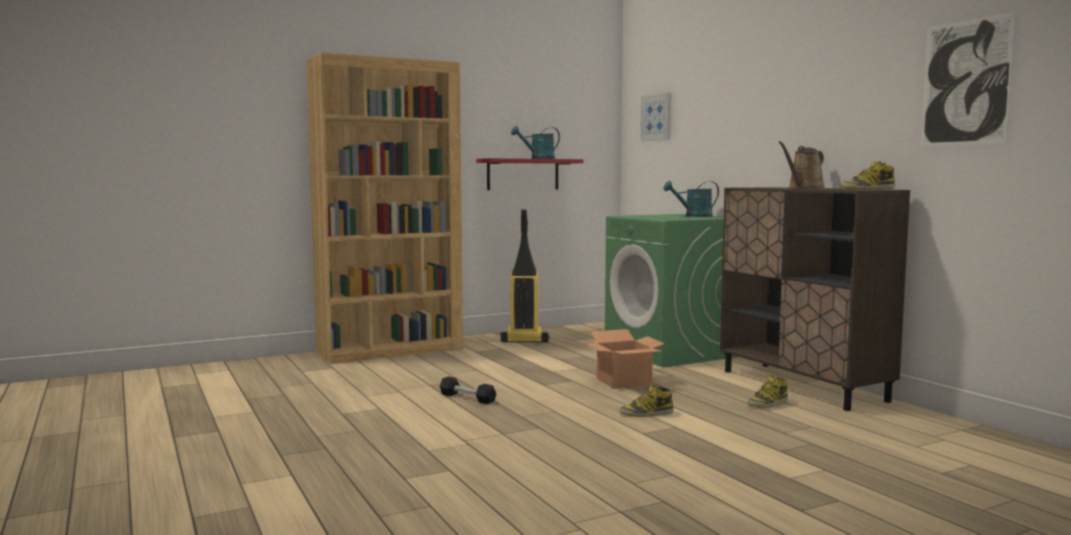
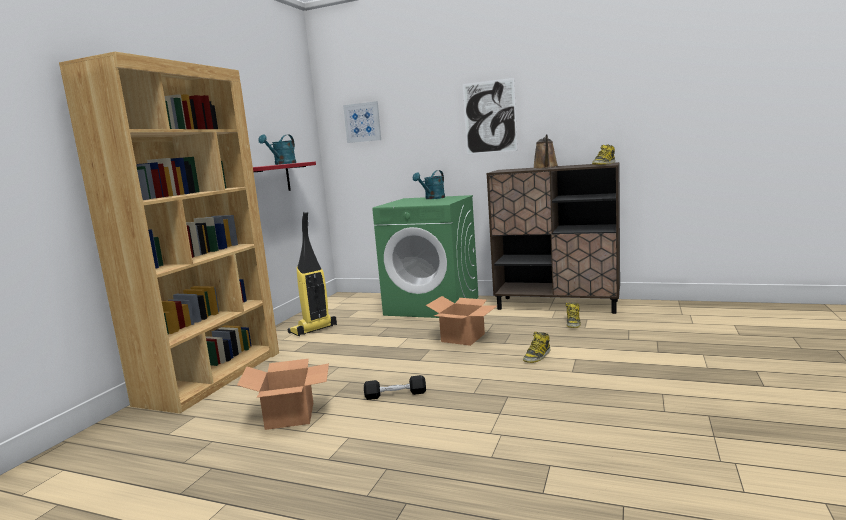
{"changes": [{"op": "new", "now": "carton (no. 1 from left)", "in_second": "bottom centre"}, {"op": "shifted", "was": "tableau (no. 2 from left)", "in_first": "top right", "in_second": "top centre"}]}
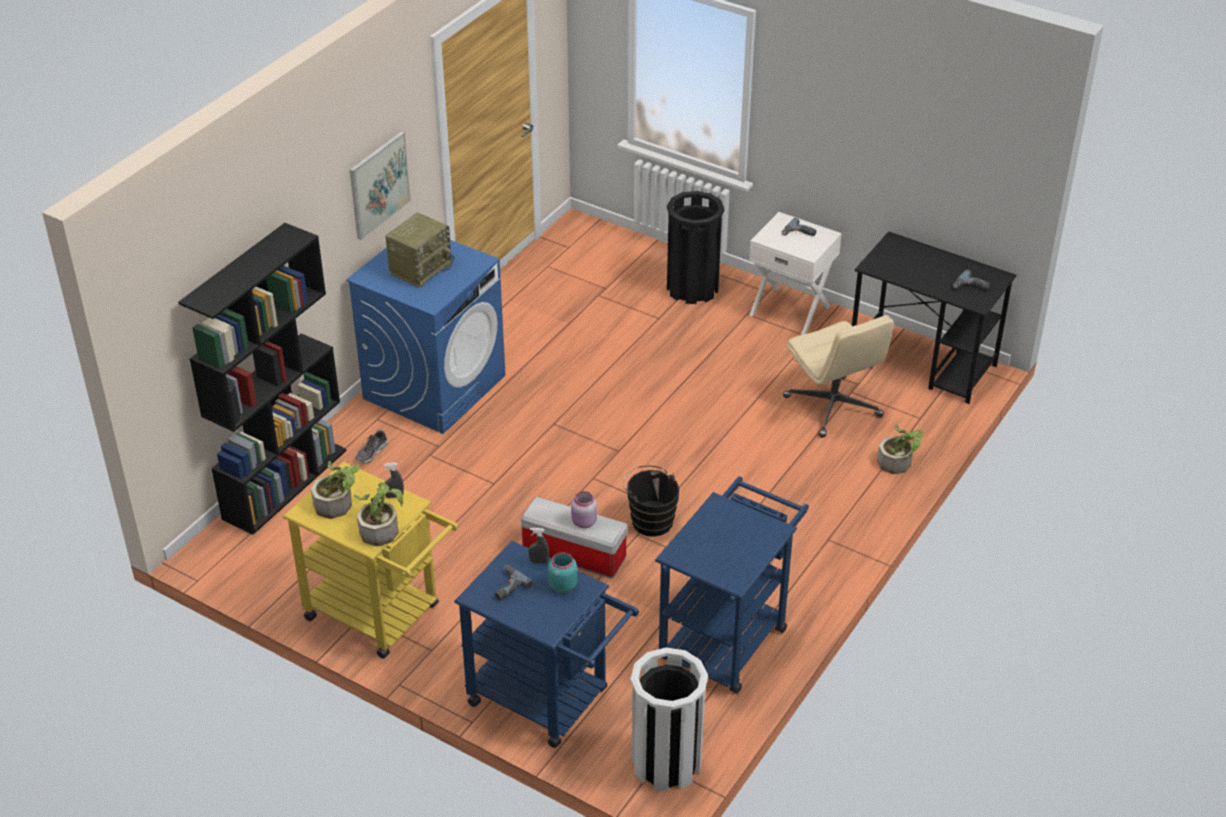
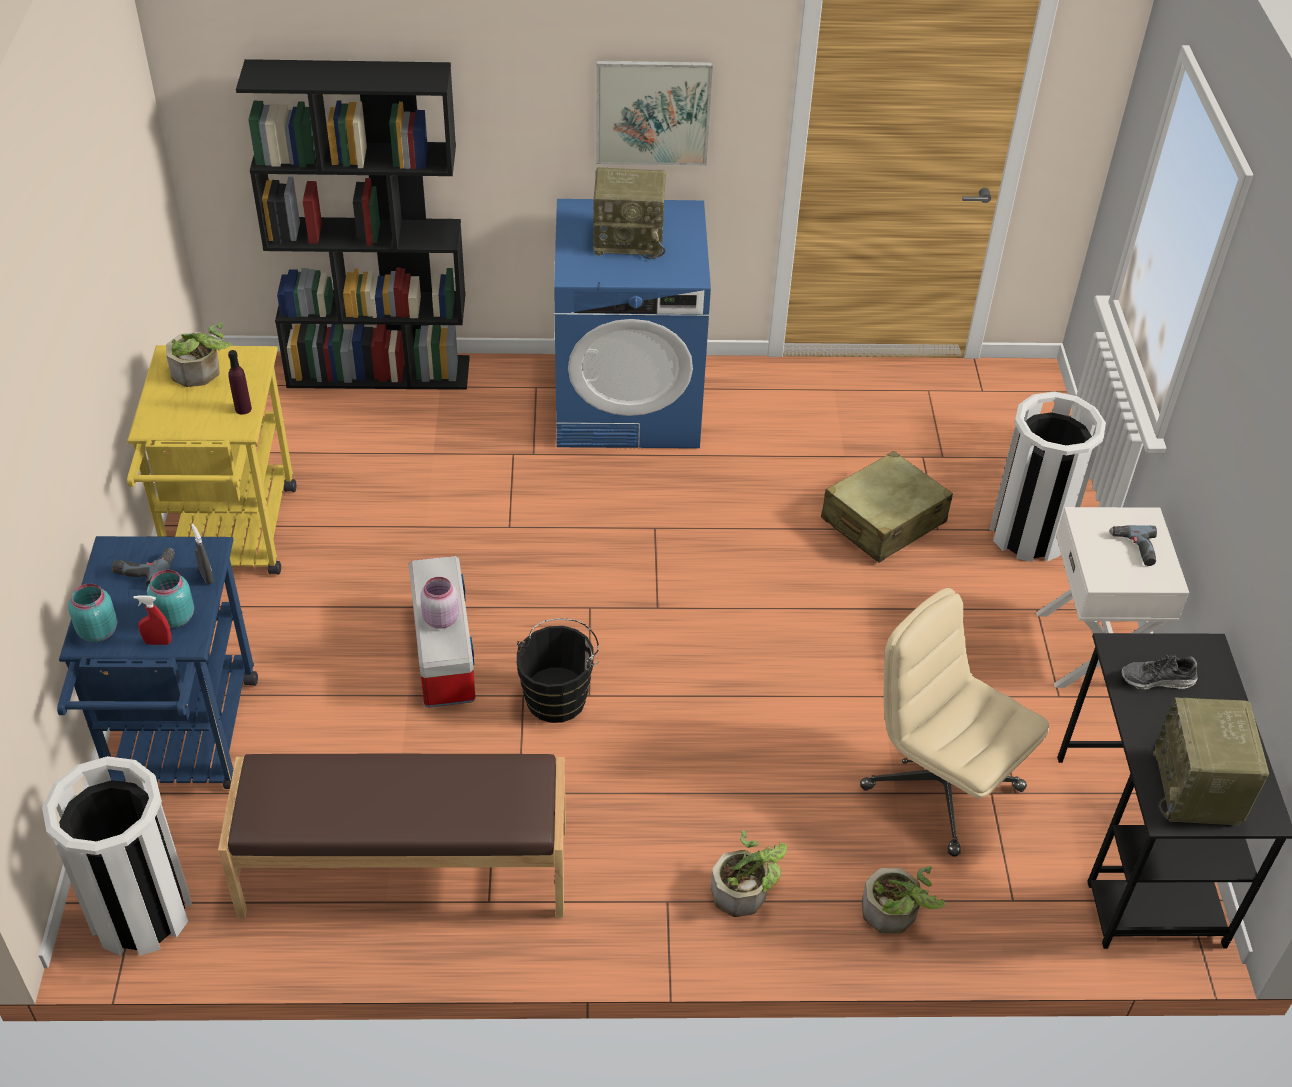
{"changes": [{"op": "new", "now": "bocal [turquoise] (no. 1 from left)", "in_second": "middle left"}, {"op": "new", "now": "vaporisateur [rouge]", "in_second": "middle left"}, {"op": "new", "now": "valise [beige]", "in_second": "middle right"}, {"op": "shifted", "was": "plante en pot (no. 2 from left)", "in_first": "middle left", "in_second": "bottom centre"}, {"op": "shifted", "was": "chaussure", "in_first": "middle left", "in_second": "middle right"}, {"op": "swapped", "was": "vaporisateur [gris] (no. 1 from left)", "now": "bouteille [violet]", "in_first": "middle left", "in_second": "middle left"}, {"op": "swapped", "was": "chariot [bleu] (no. 2 from left)", "now": "banc [marron]", "in_first": "bottom centre", "in_second": "bottom left"}, {"op": "swapped", "was": "perceuse (no. 3 from left)", "now": "radio (no. 2 from left)", "in_first": "middle right", "in_second": "bottom right"}, {"op": "repainted", "was": "poubelle [noir]", "now": "poubelle [blanc] (no. 2 from left)", "in_first": "top centre", "in_second": "middle right"}, {"op": "rotated", "was": "chaise de bureau [beige]", "in_first": "middle right", "in_second": "middle right", "clockwise": 105}]}
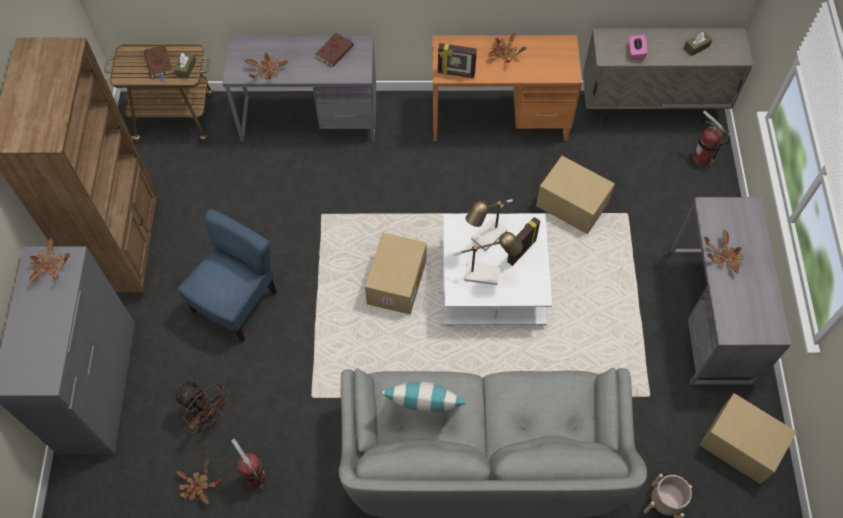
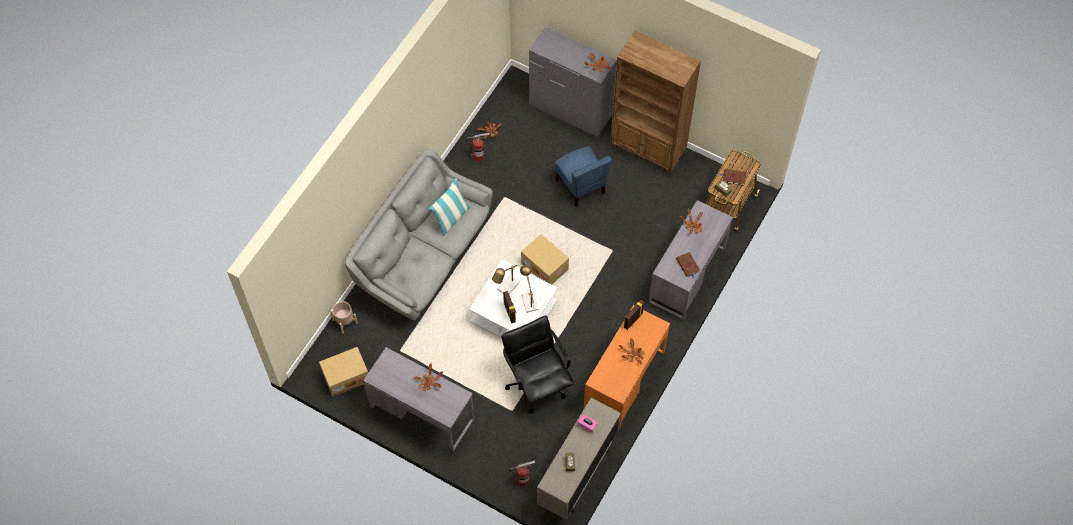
{"changes": [{"op": "gone", "was": "ventilateur [marron]", "in_first": "bottom left"}, {"op": "swapped", "was": "carton (no. 2 from left)", "now": "chaise de bureau [noir]", "in_first": "middle right", "in_second": "bottom centre"}]}
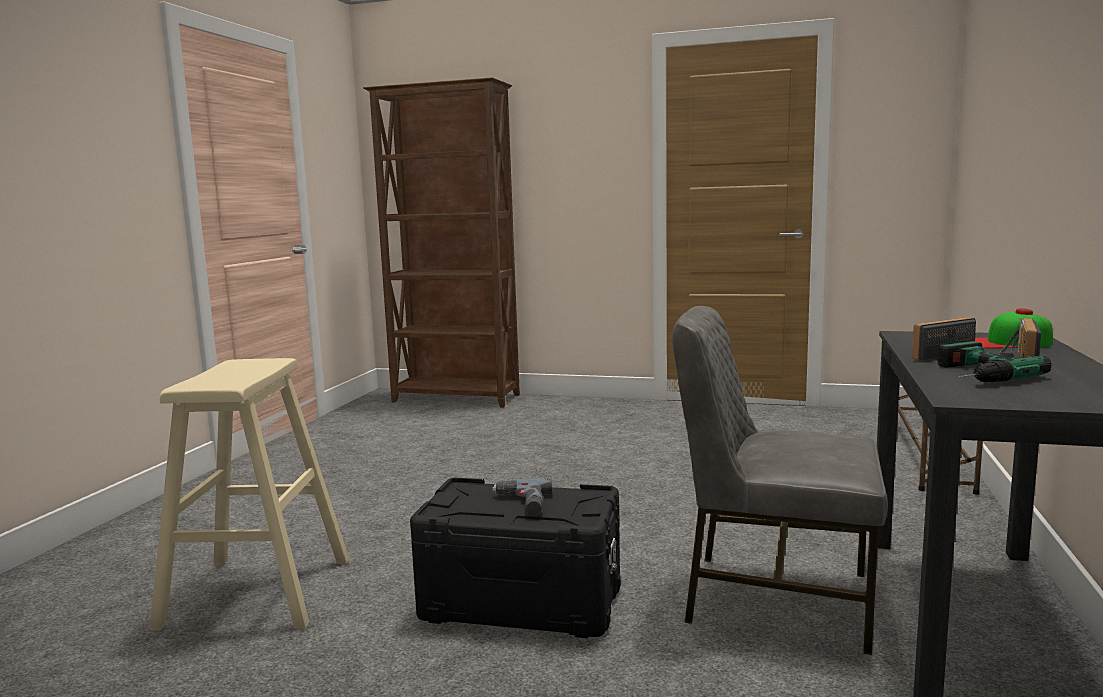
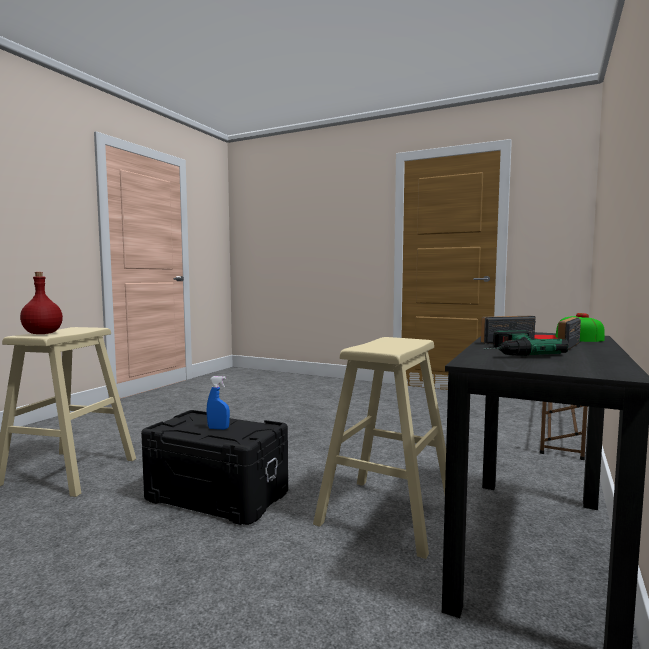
{"changes": [{"op": "gone", "was": "bibliothèque [marron]", "in_first": "centre"}, {"op": "new", "now": "bouteille [rouge]", "in_second": "middle left"}, {"op": "swapped", "was": "perceuse (no. 1 from left)", "now": "vaporisateur [bleu]", "in_first": "bottom centre", "in_second": "centre"}, {"op": "swapped", "was": "chaise [gris]", "now": "tabouret [beige] (no. 2 from left)", "in_first": "bottom right", "in_second": "bottom centre"}]}
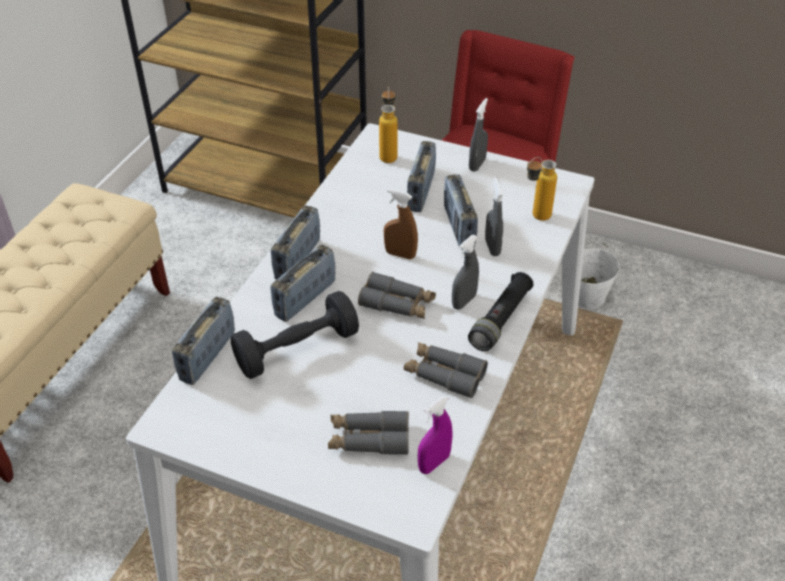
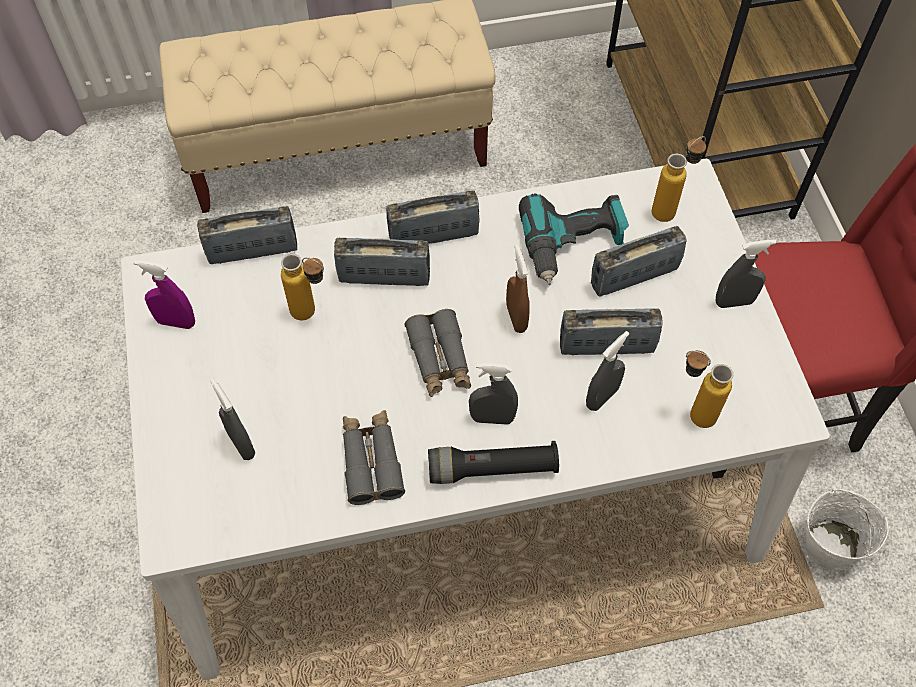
{"changes": [{"op": "new", "now": "perceuse", "in_second": "centre"}, {"op": "shifted", "was": "vaporisateur [violet]", "in_first": "bottom centre", "in_second": "middle left"}, {"op": "swapped", "was": "haltère [noir]", "now": "bouteille (no. 1 from left)", "in_first": "centre", "in_second": "middle left"}, {"op": "swapped", "was": "jumelles [gris] (no. 1 from left)", "now": "vaporisateur [gris] (no. 1 from left)", "in_first": "bottom centre", "in_second": "middle left"}, {"op": "rotated", "was": "radio (no. 5 from left in the first image)", "in_first": "centre", "in_second": "middle right", "clockwise": 45}]}
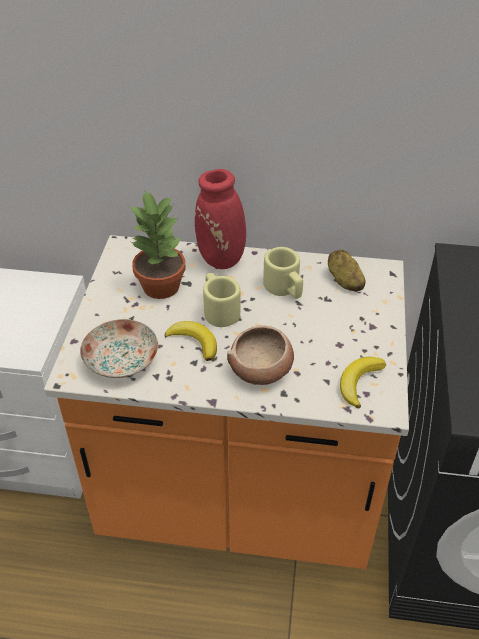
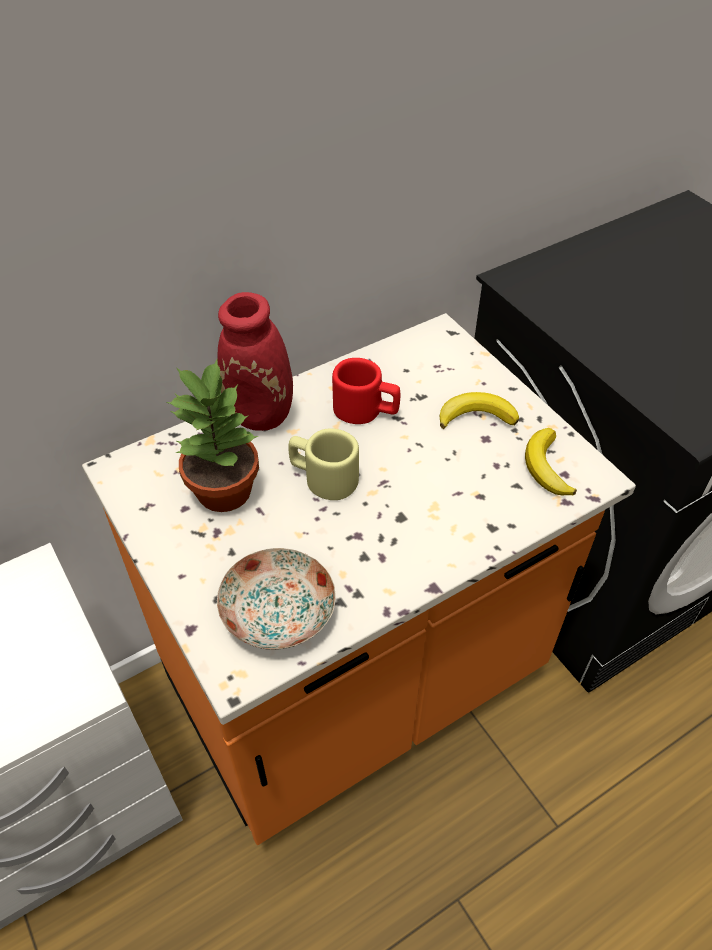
{"changes": [{"op": "gone", "was": "bol", "in_first": "centre"}, {"op": "gone", "was": "pomme de terre", "in_first": "middle right"}, {"op": "shifted", "was": "banane (no. 1 from left)", "in_first": "centre", "in_second": "middle right"}, {"op": "repainted", "was": "mug [beige] (no. 2 from left)", "now": "mug [rouge]", "in_first": "centre", "in_second": "centre"}]}
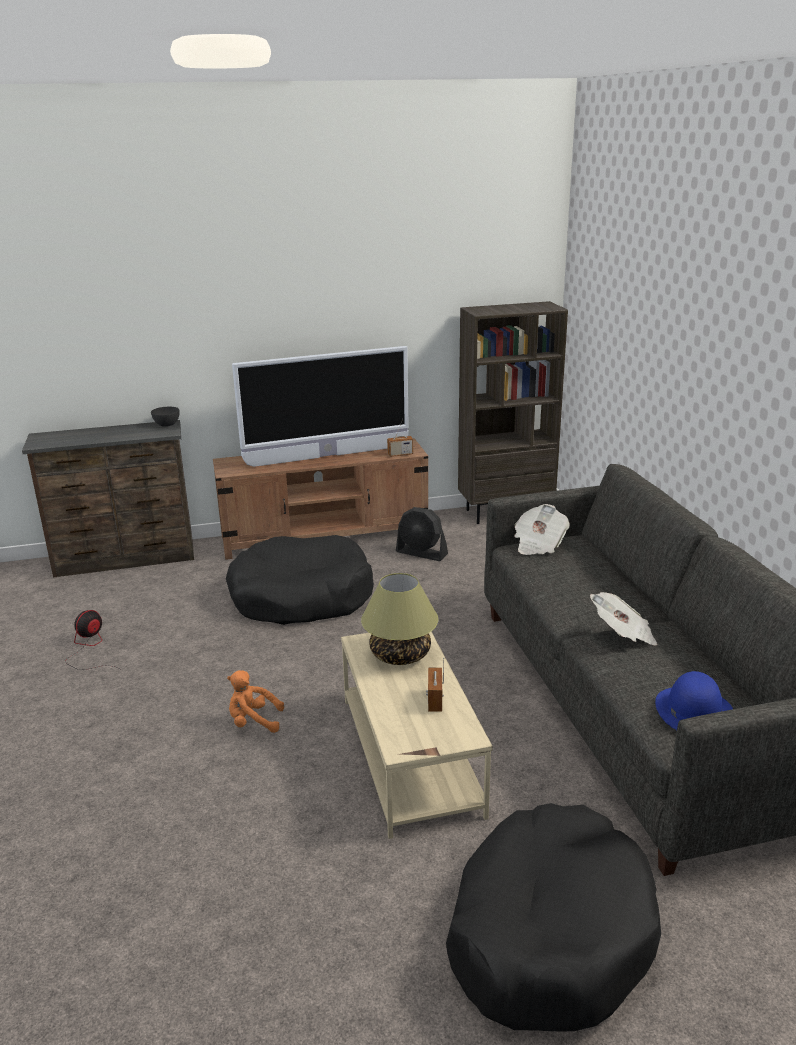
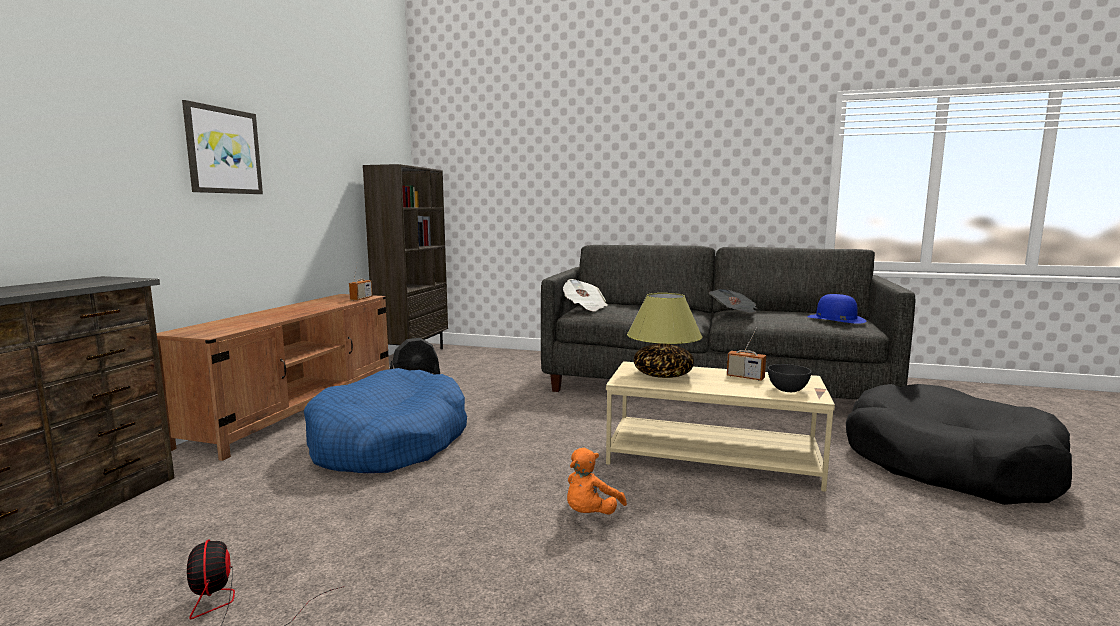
{"changes": [{"op": "gone", "was": "téléviseur", "in_first": "centre"}, {"op": "new", "now": "tableau", "in_second": "top left"}, {"op": "shifted", "was": "bol [gris]", "in_first": "middle left", "in_second": "middle right"}, {"op": "repainted", "was": "panier pour chien [noir] (no. 1 from left)", "now": "panier pour chien [bleu]", "in_first": "centre", "in_second": "bottom centre"}]}
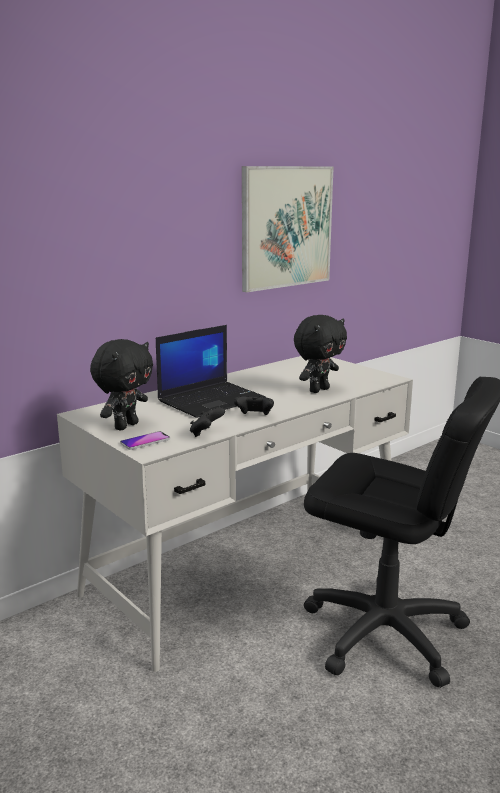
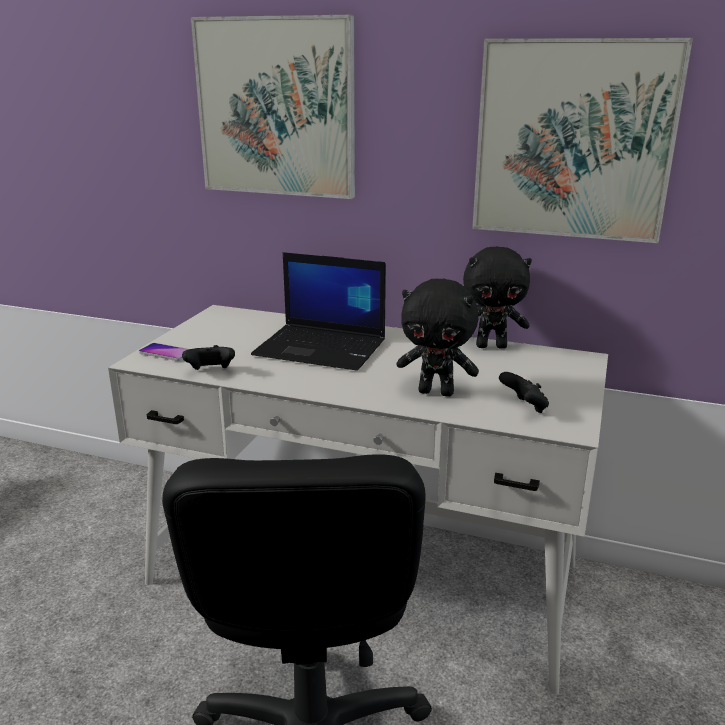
{"changes": [{"op": "new", "now": "tableau (no. 1 from left)", "in_second": "top centre"}, {"op": "shifted", "was": "peluche [noir] (no. 1 from left in the first image)", "now": "peluche [noir] (no. 2 from left)", "in_first": "middle left", "in_second": "middle right"}, {"op": "shifted", "was": "manette [noir] (no. 2 from left)", "in_first": "centre", "in_second": "middle right"}]}
